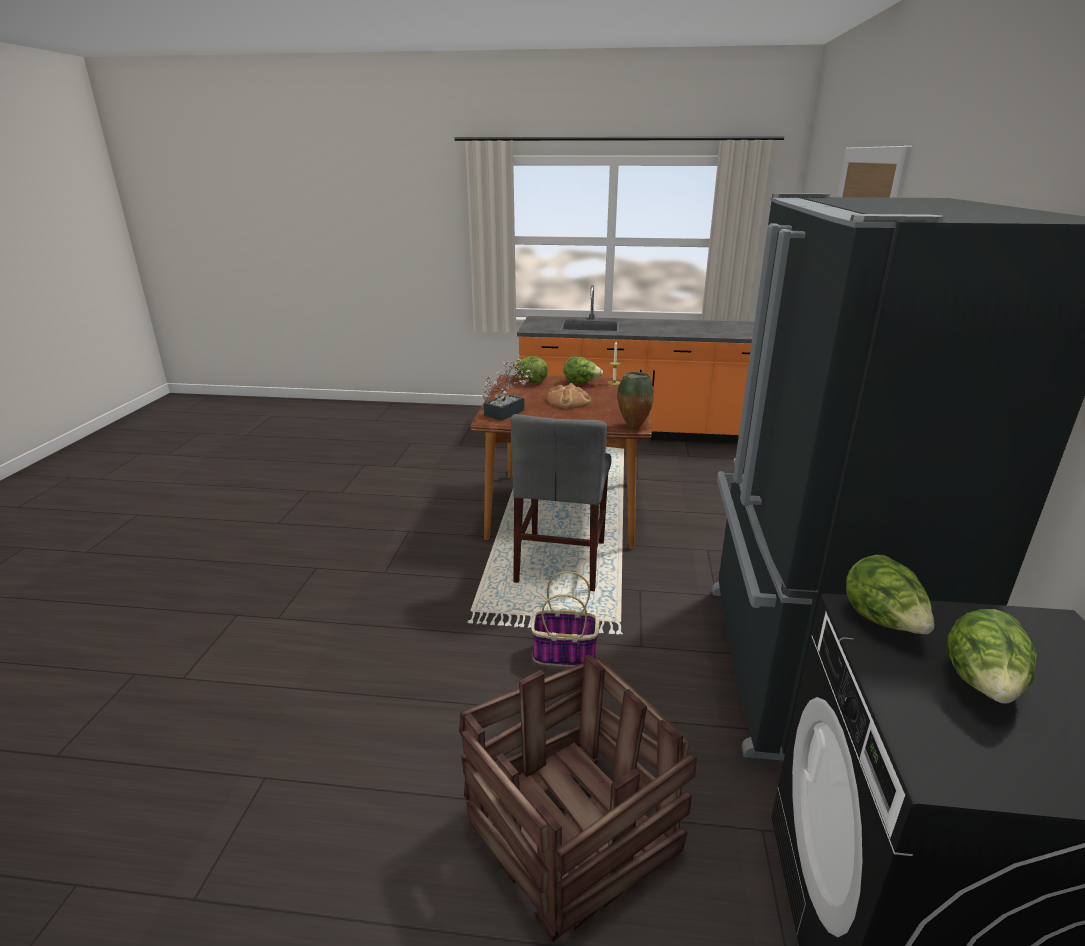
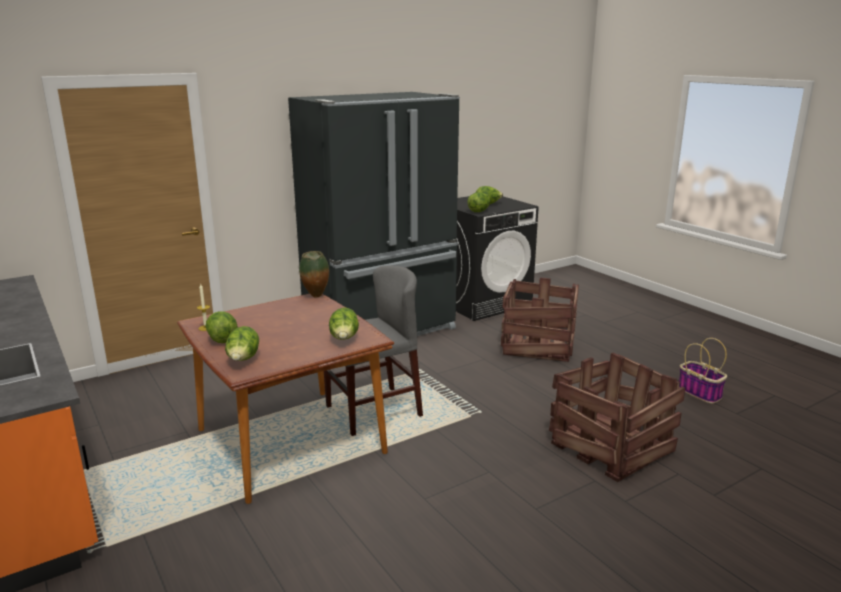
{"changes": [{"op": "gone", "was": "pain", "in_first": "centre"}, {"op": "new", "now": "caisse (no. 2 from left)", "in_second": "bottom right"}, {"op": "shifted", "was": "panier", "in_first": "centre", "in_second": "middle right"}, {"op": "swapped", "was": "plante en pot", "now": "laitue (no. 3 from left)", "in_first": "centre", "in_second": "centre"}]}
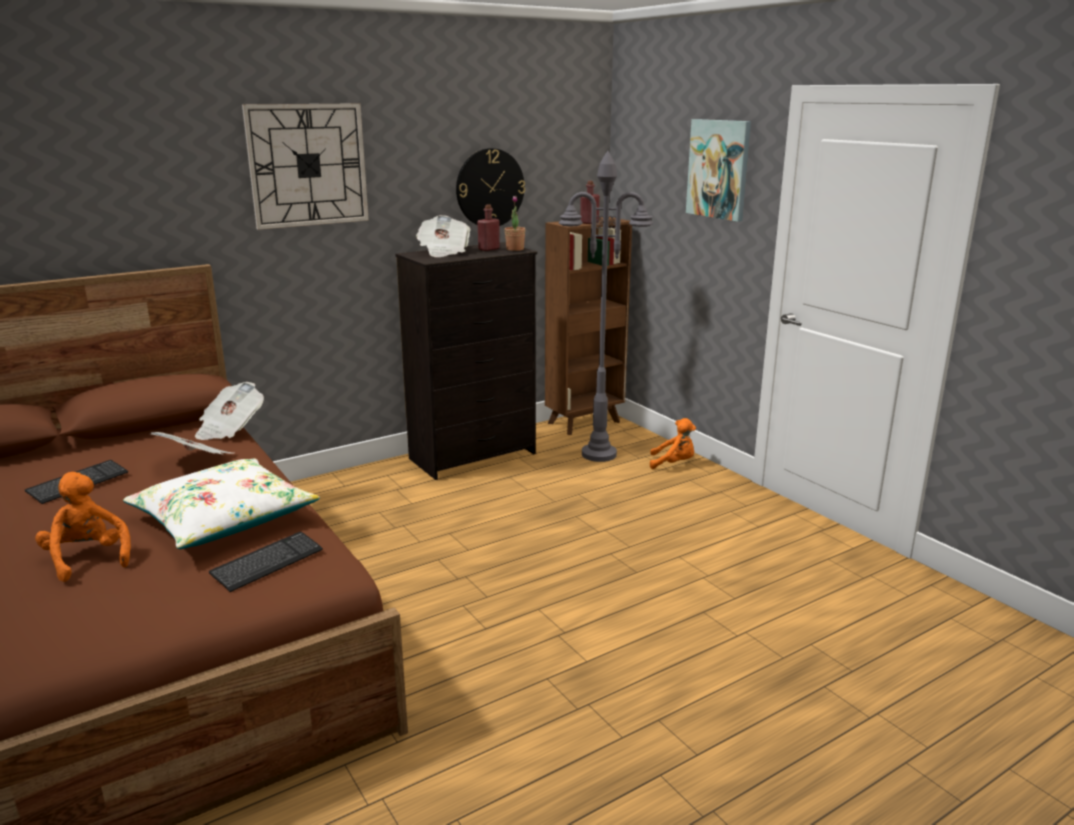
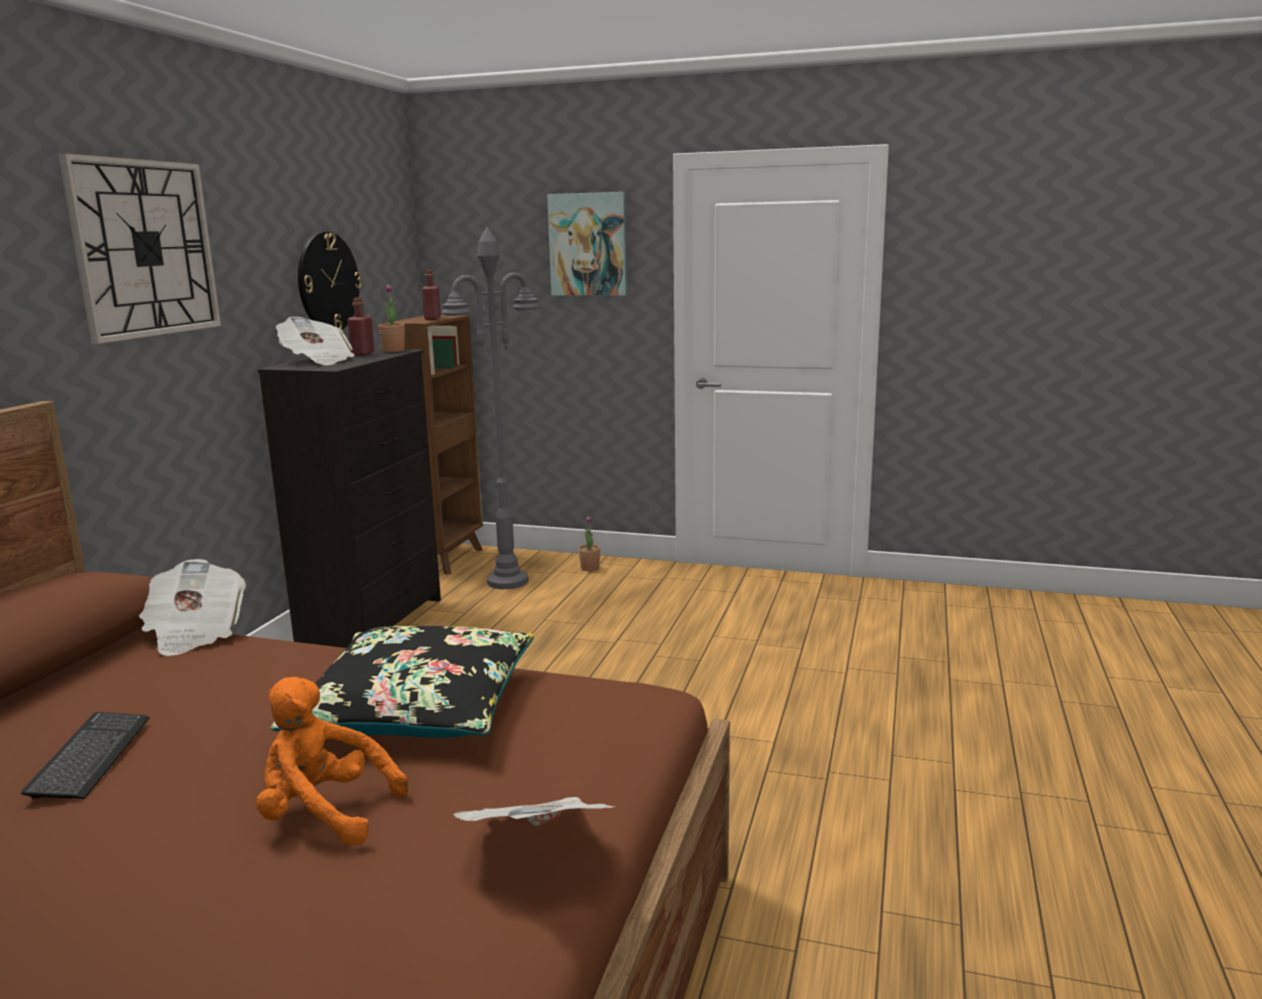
{"changes": [{"op": "gone", "was": "clavier (no. 2 from left)", "in_first": "bottom left"}, {"op": "shifted", "was": "journal (no. 1 from left in the first image)", "now": "journal (no. 3 from left)", "in_first": "middle left", "in_second": "bottom centre"}, {"op": "swapped", "was": "peluche [orange] (no. 2 from left)", "now": "plante en pot (no. 2 from left)", "in_first": "centre", "in_second": "centre"}, {"op": "repainted", "was": "coussin [blanc]", "now": "coussin [noir]", "in_first": "middle left", "in_second": "bottom left"}]}
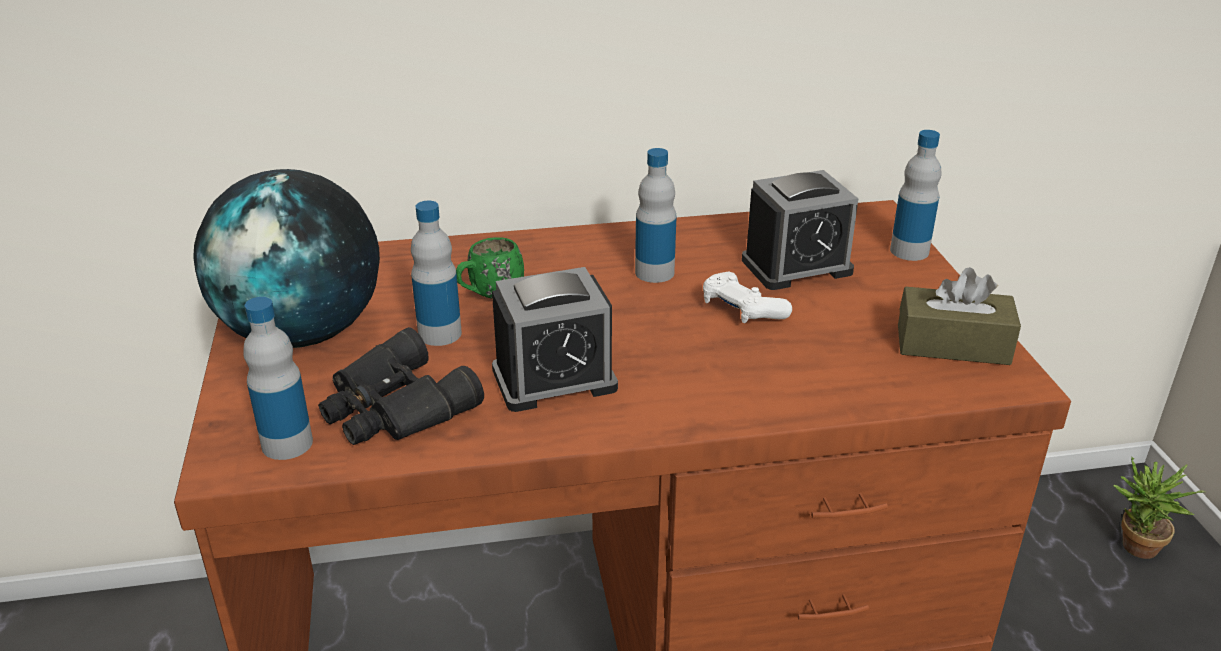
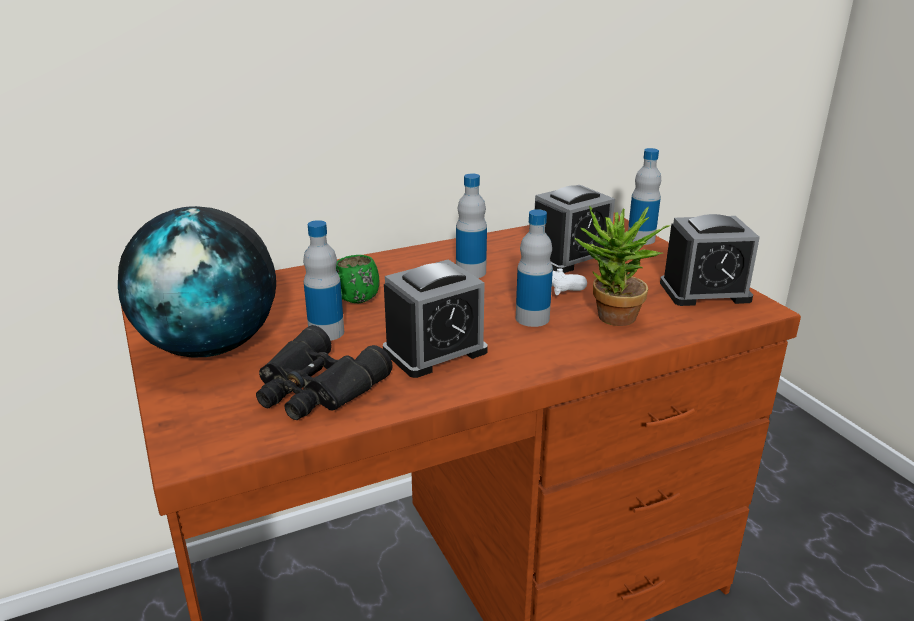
{"changes": [{"op": "shifted", "was": "bouteille (no. 1 from left in the first image)", "now": "bouteille (no. 3 from left)", "in_first": "middle left", "in_second": "centre"}, {"op": "shifted", "was": "plante en pot", "in_first": "bottom right", "in_second": "middle right"}, {"op": "swapped", "was": "boîte à mouchoirs [marron]", "now": "réveil (no. 3 from left)", "in_first": "middle right", "in_second": "middle right"}]}
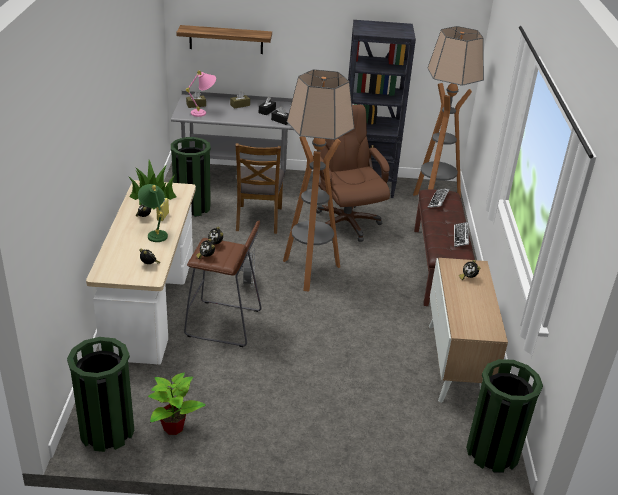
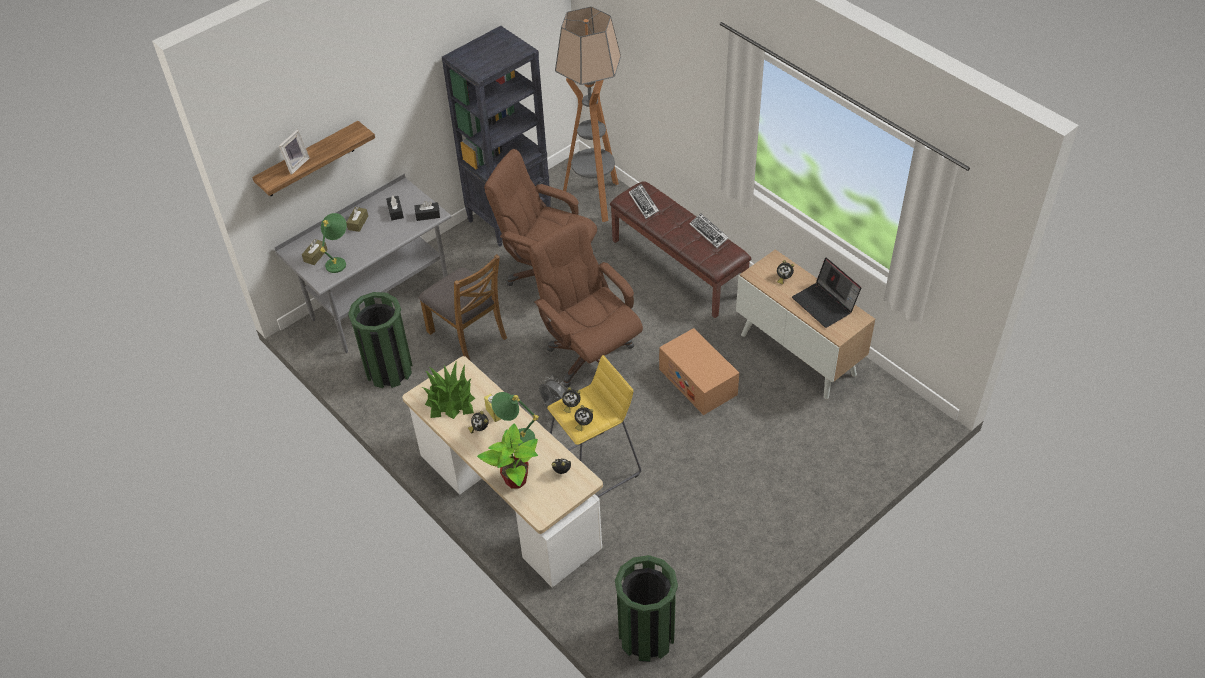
{"changes": [{"op": "gone", "was": "poubelle [vert] (no. 3 from left)", "in_first": "bottom right"}, {"op": "new", "now": "cadre photo", "in_second": "top left"}, {"op": "new", "now": "carton", "in_second": "centre"}, {"op": "new", "now": "ordinateur portable", "in_second": "middle right"}, {"op": "shifted", "was": "plante en pot (no. 2 from left)", "in_first": "bottom left", "in_second": "bottom centre"}, {"op": "swapped", "was": "lampadaire (no. 1 from left)", "now": "chaise de bureau [marron] (no. 2 from left)", "in_first": "centre", "in_second": "centre"}, {"op": "repainted", "was": "tabouret [marron]", "now": "tabouret [jaune]", "in_first": "centre", "in_second": "centre"}, {"op": "repainted", "was": "lampe de table [rose]", "now": "lampe de table [vert] (no. 1 from left)", "in_first": "top left", "in_second": "middle left"}]}
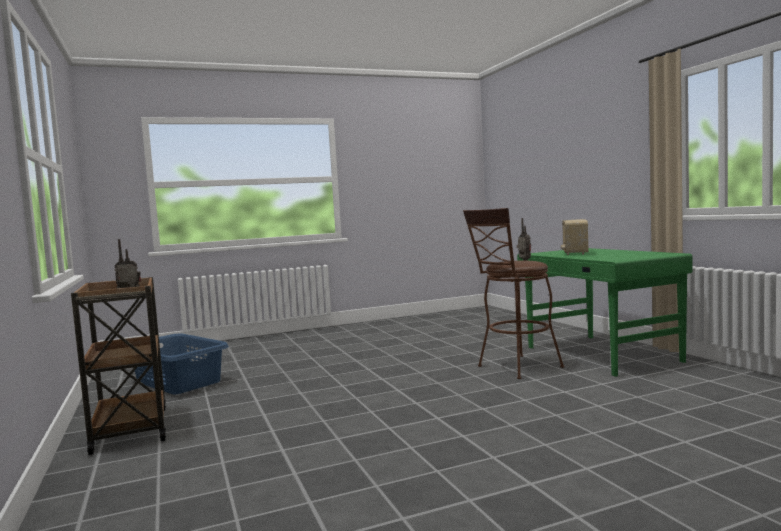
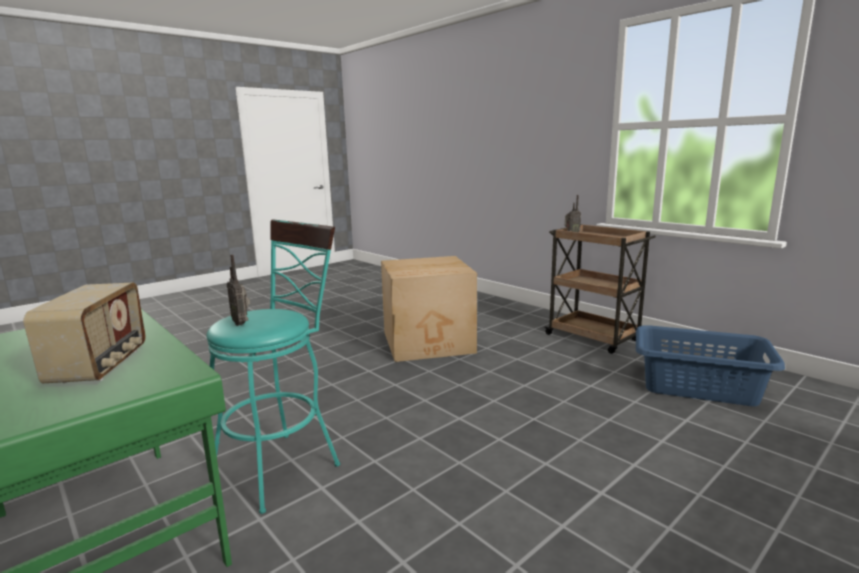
{"changes": [{"op": "new", "now": "carton", "in_second": "centre"}, {"op": "repainted", "was": "tabouret [marron]", "now": "tabouret [turquoise]", "in_first": "centre", "in_second": "middle left"}]}
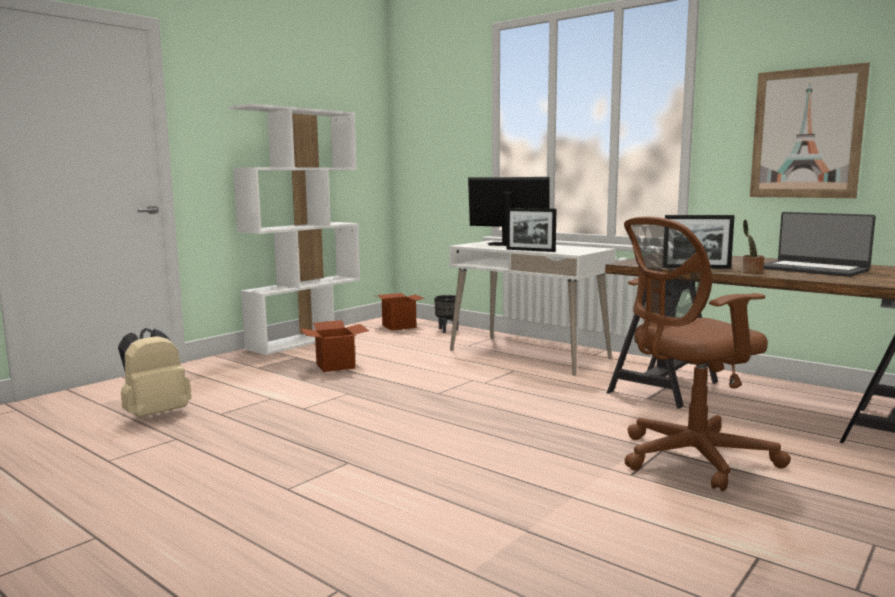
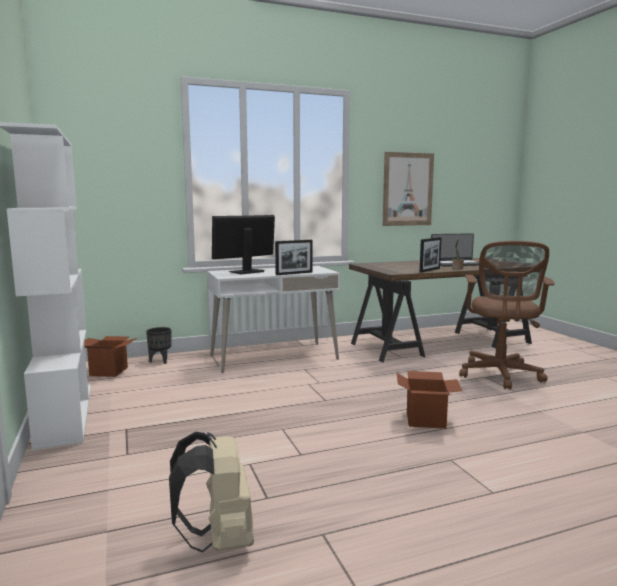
{"changes": [{"op": "shifted", "was": "carton (no. 1 from left in the first image)", "now": "carton (no. 2 from left)", "in_first": "centre", "in_second": "bottom right"}]}
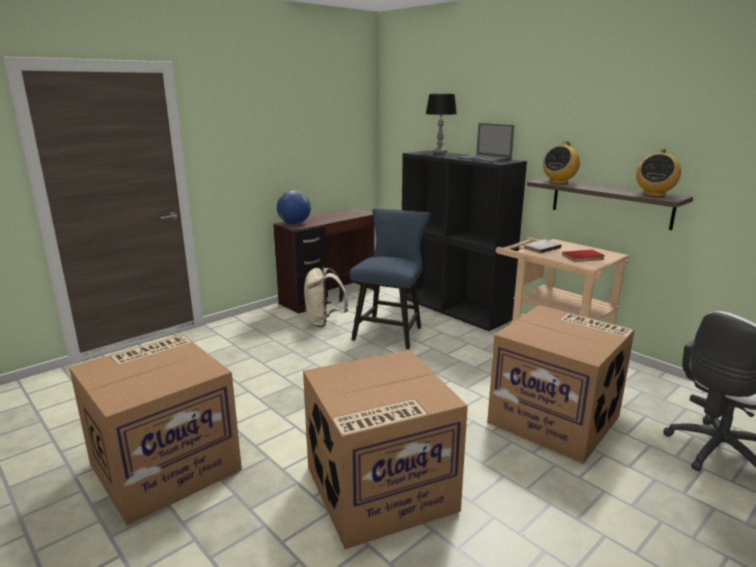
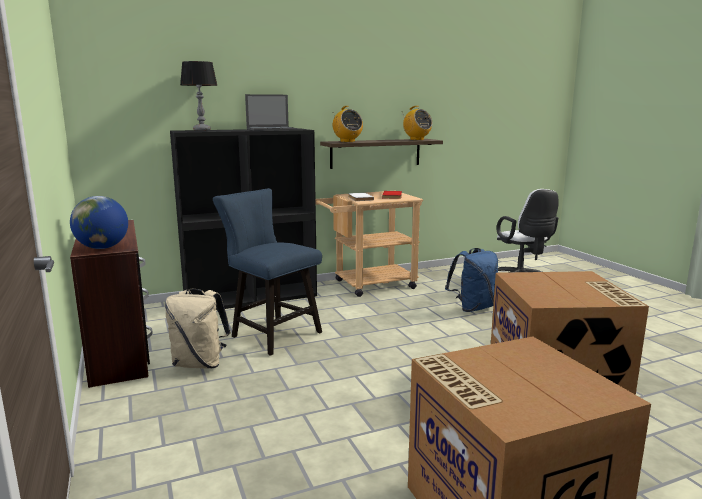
{"changes": [{"op": "swapped", "was": "carton (no. 3 from left)", "now": "sac à dos [bleu]", "in_first": "bottom right", "in_second": "middle right"}]}
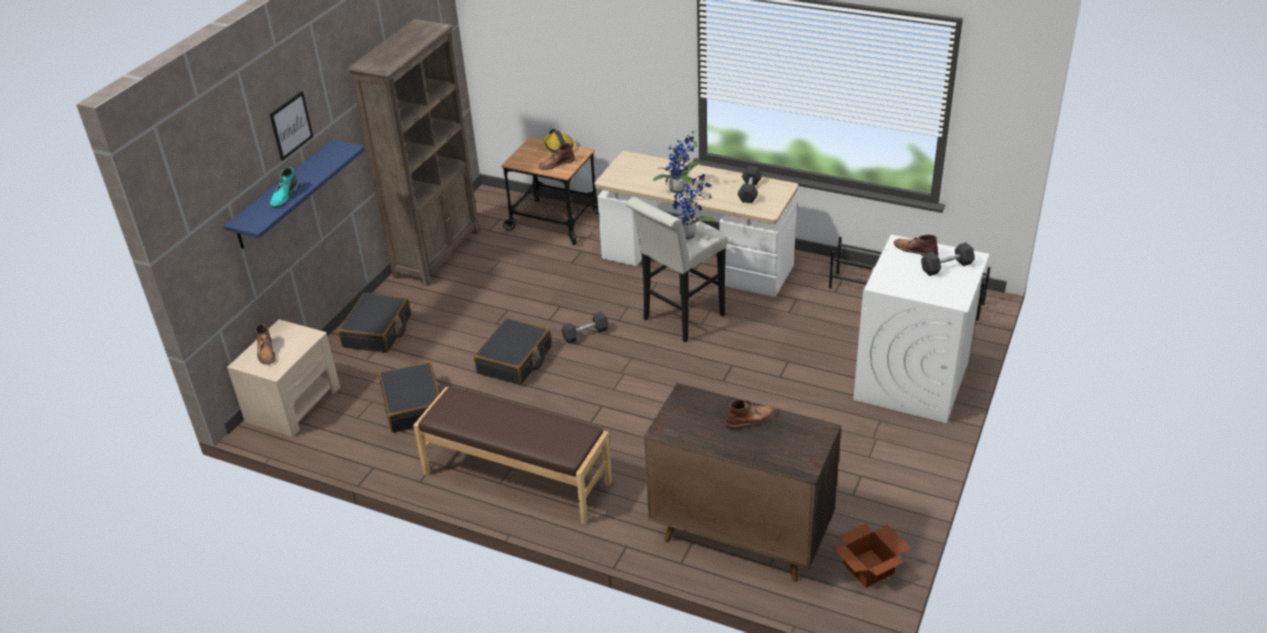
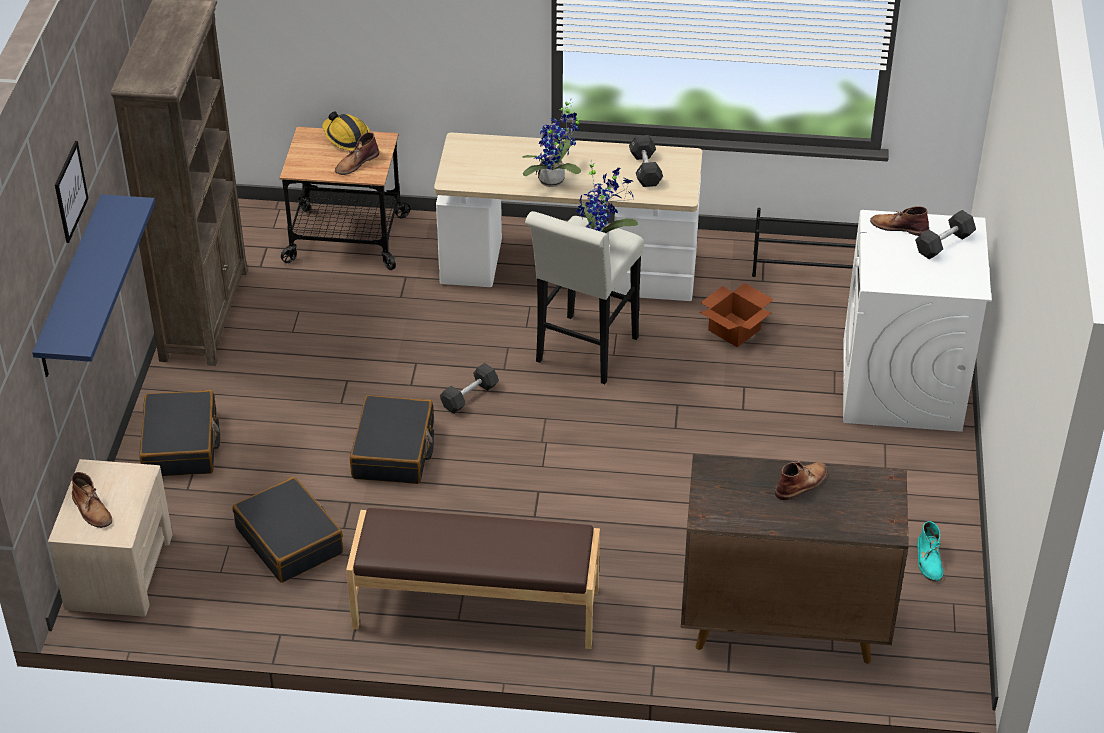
{"changes": [{"op": "shifted", "was": "botte [turquoise]", "in_first": "top left", "in_second": "bottom right"}, {"op": "shifted", "was": "carton", "in_first": "bottom right", "in_second": "middle right"}]}
